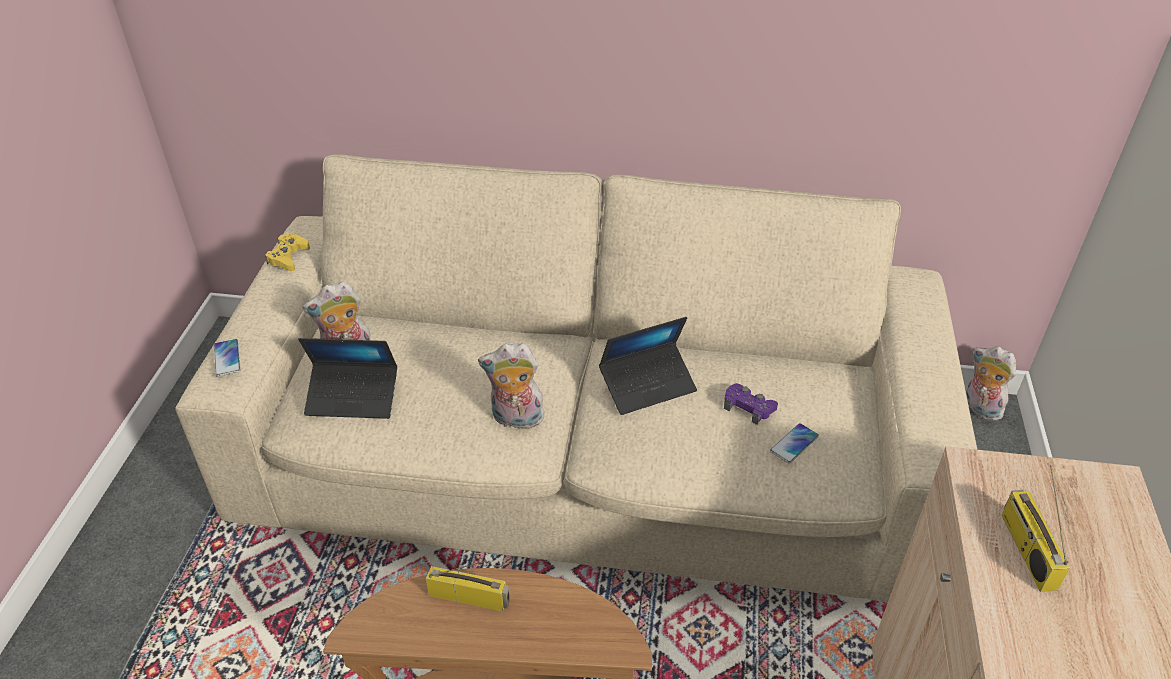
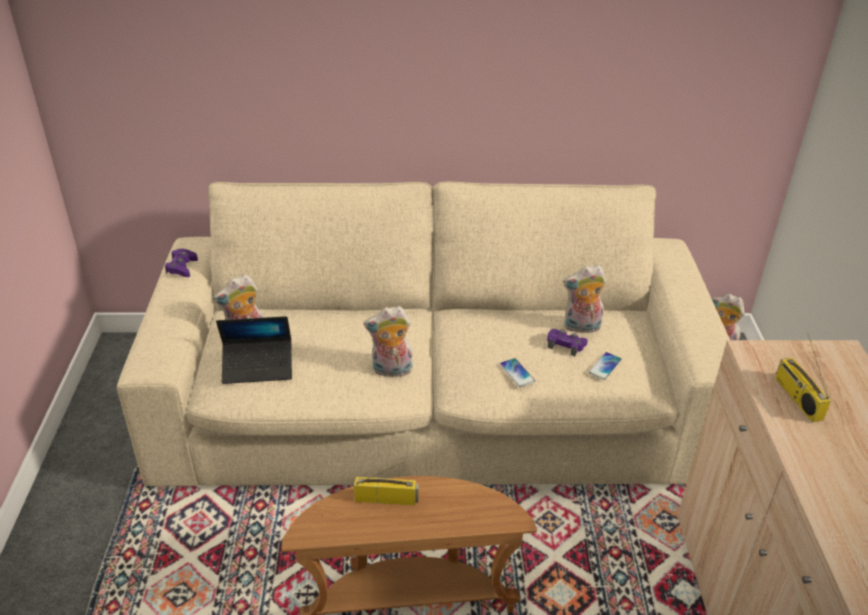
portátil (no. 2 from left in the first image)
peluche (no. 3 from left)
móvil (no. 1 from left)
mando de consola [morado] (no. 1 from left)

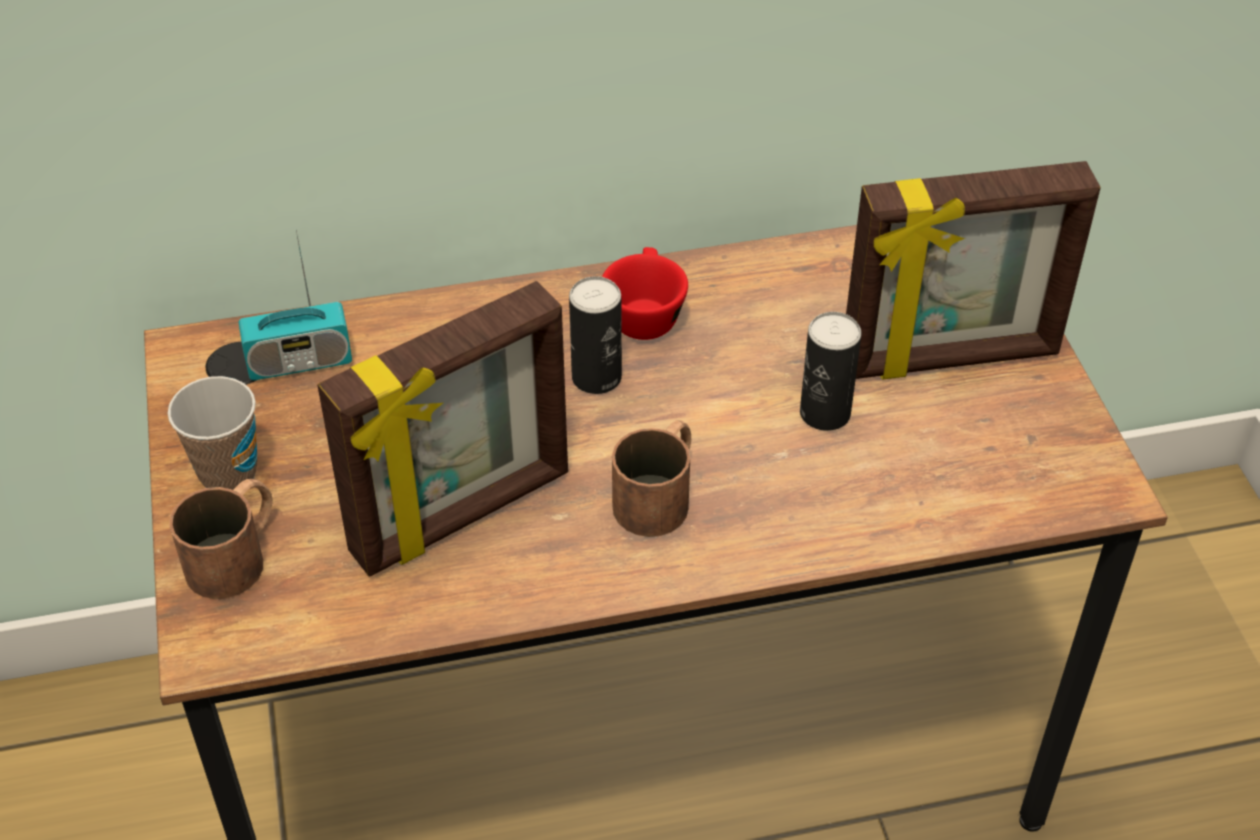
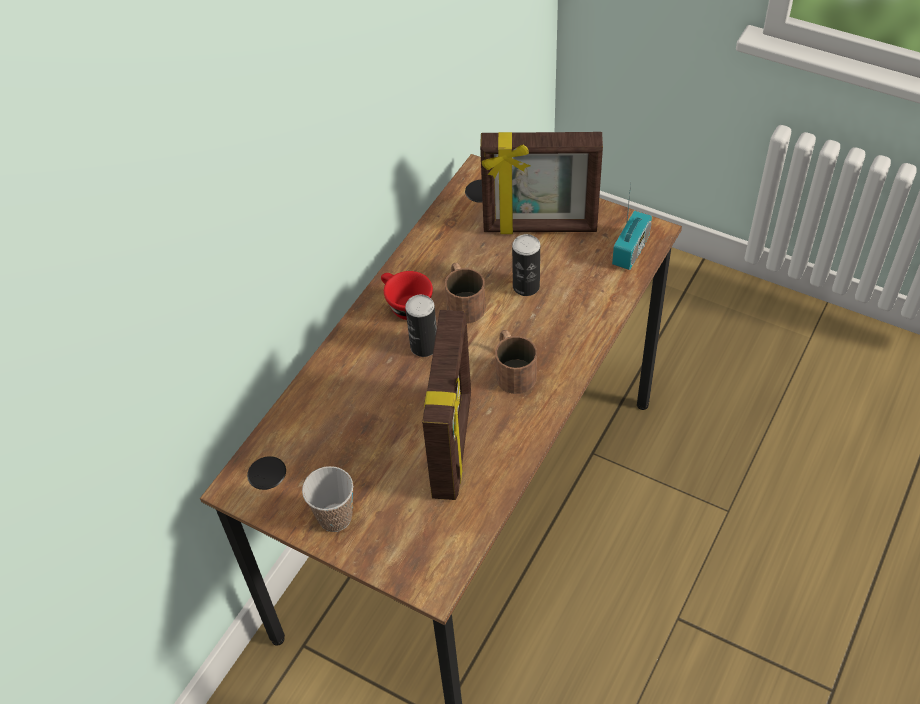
taza grande [marrón] (no. 1 from left)
radio
portarretratos (no. 2 from left)

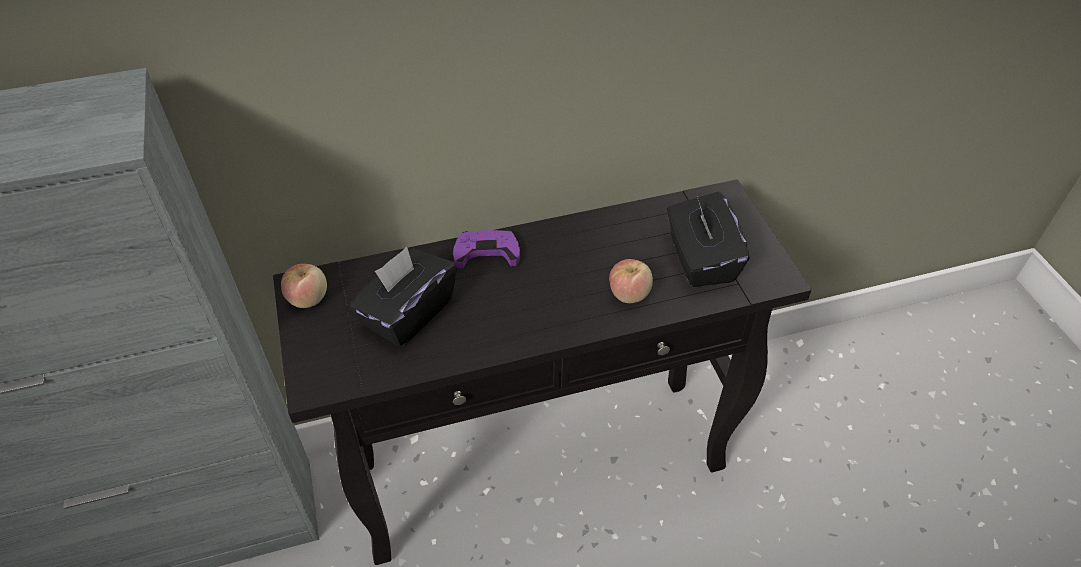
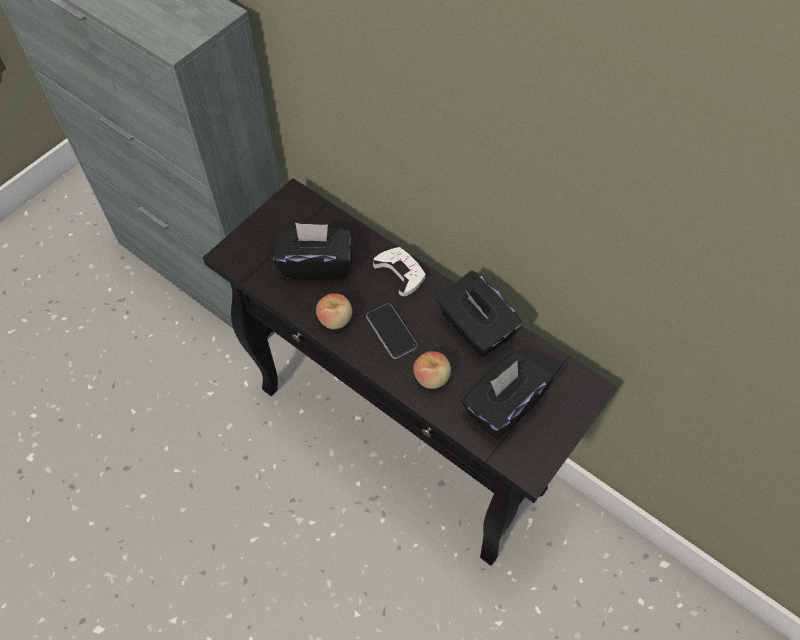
móvil
caja de pañuelos [negro] (no. 2 from left)
manzana (no. 1 from left)
mando de consola [blanco]

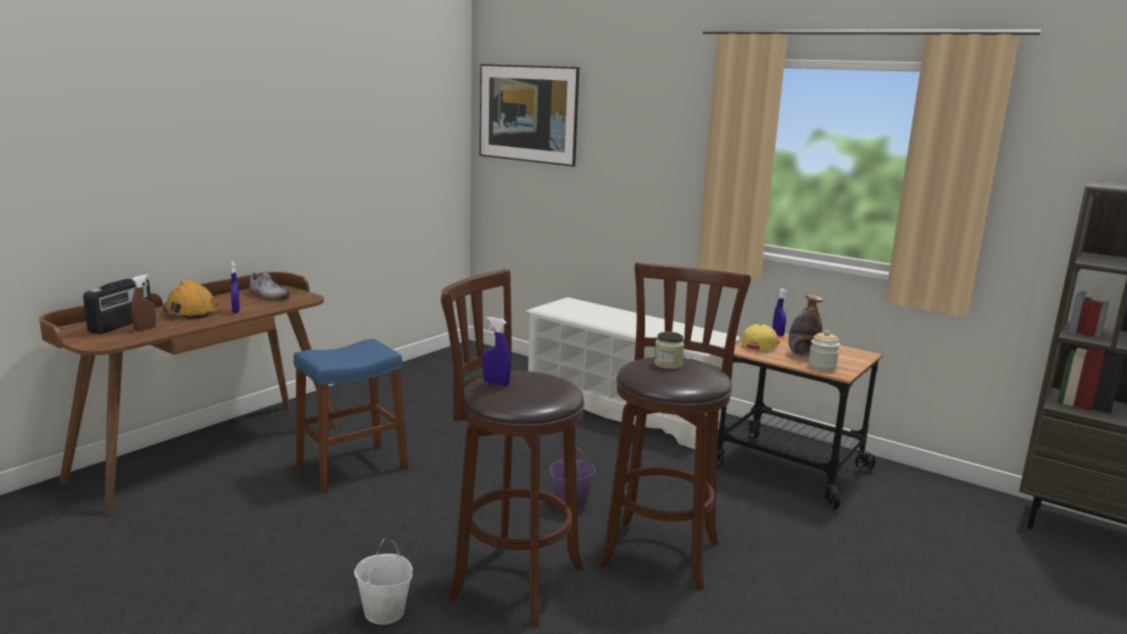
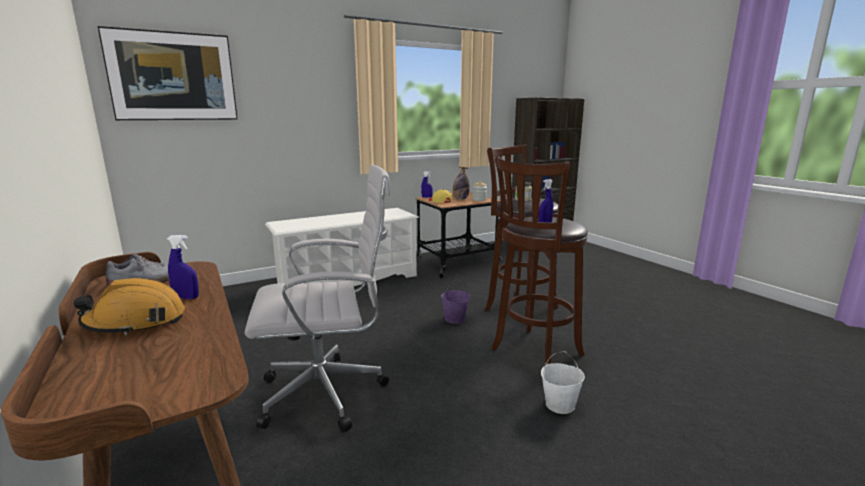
radio
pulverizador [marrón]
silla de oficina [blanco]

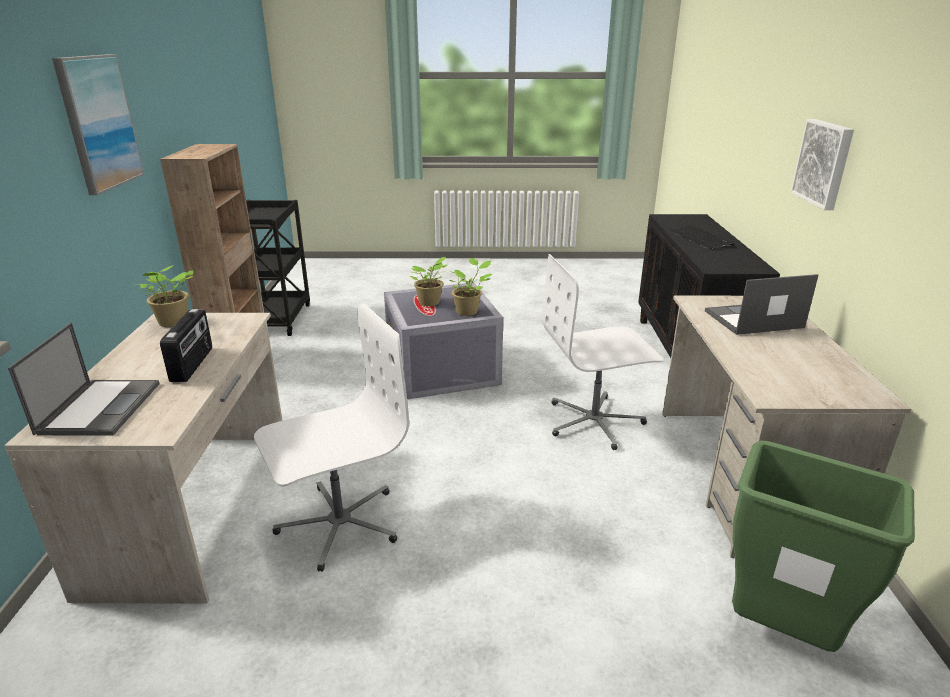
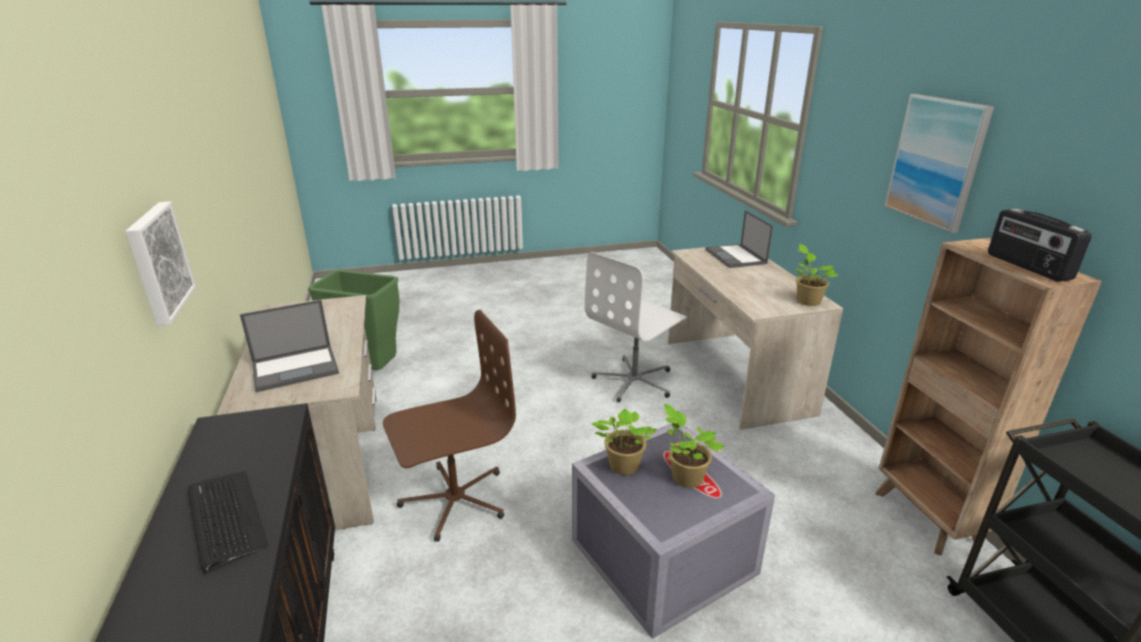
radio
silla de oficina [marrón]

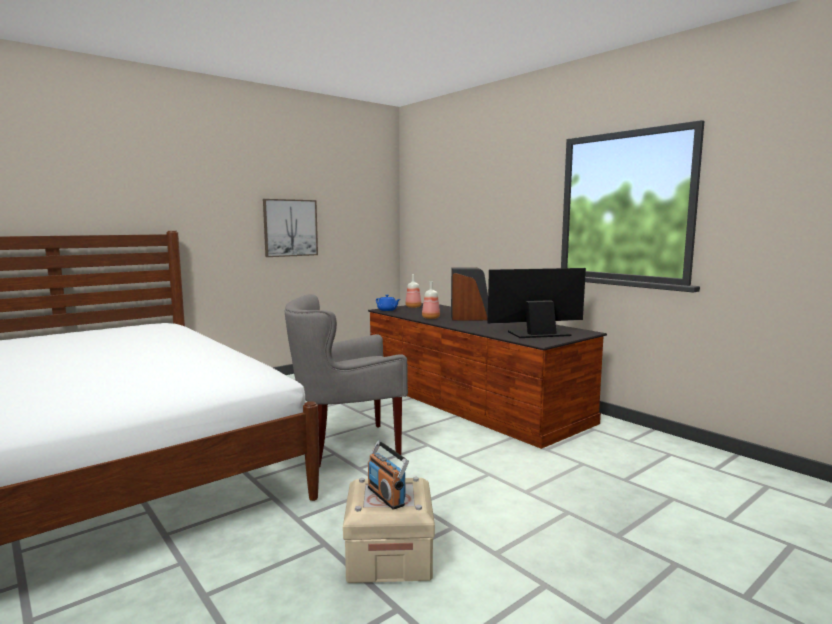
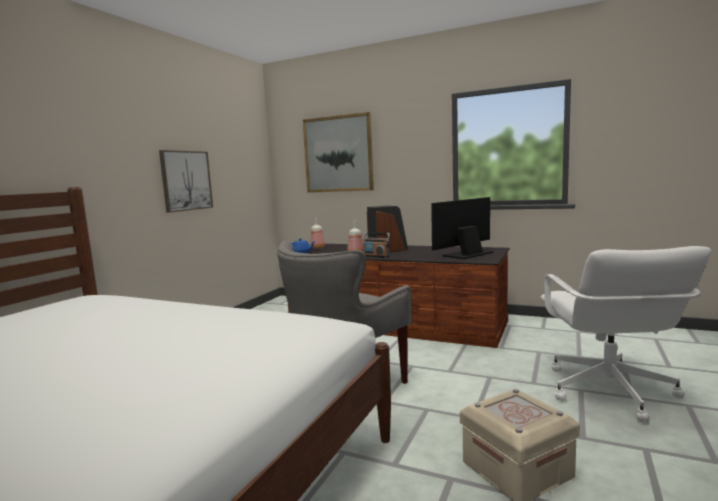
cuadro (no. 2 from left)
silla de oficina [blanco]
radio

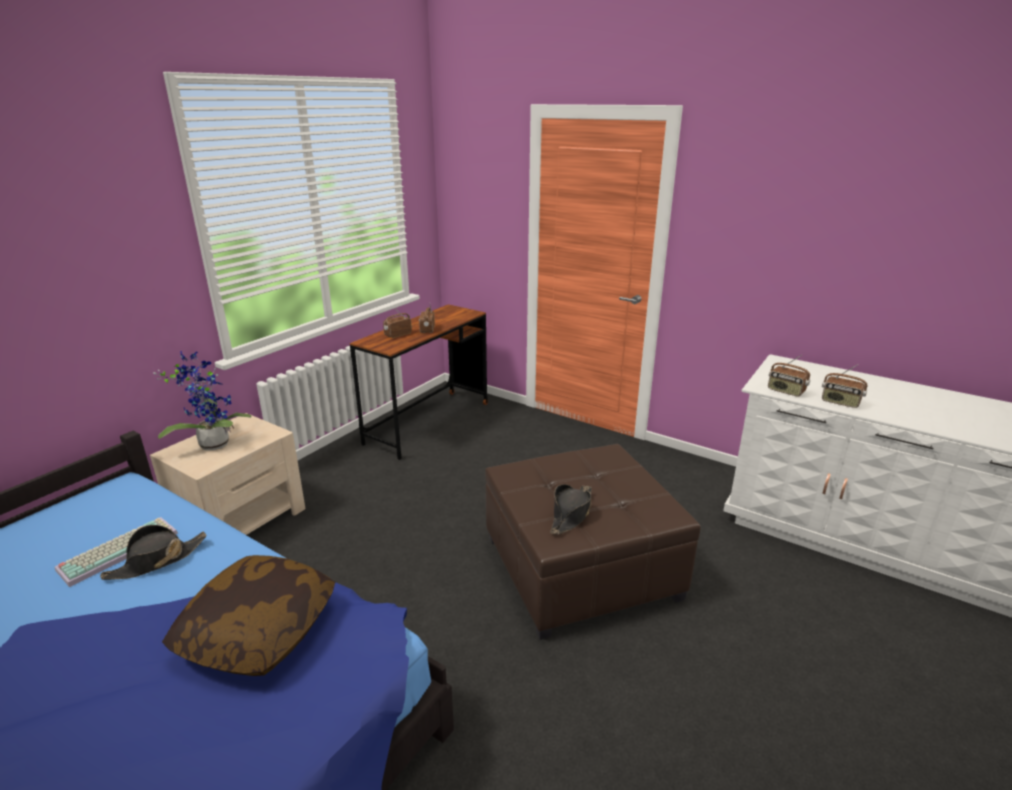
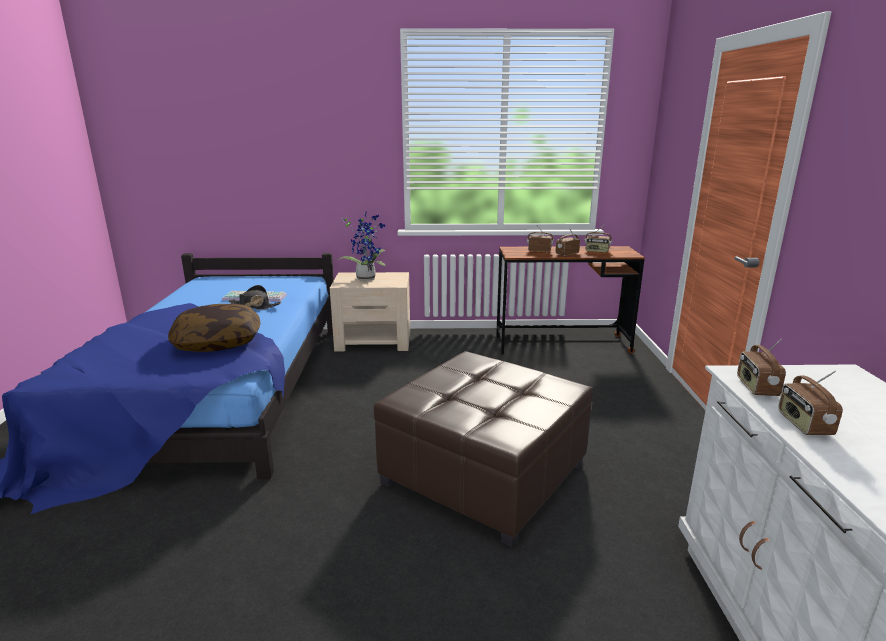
sombrero [negro] (no. 2 from left in the first image)
radio (no. 3 from left)

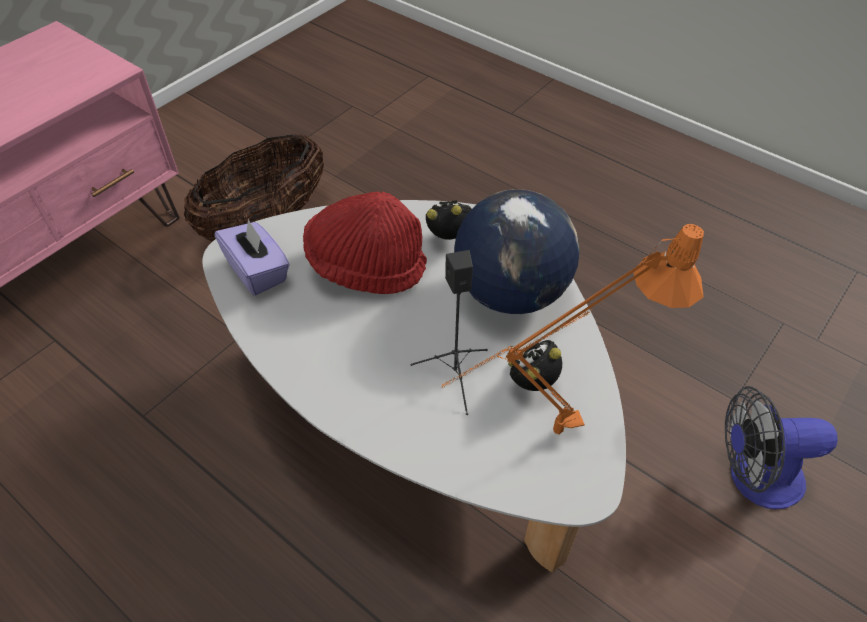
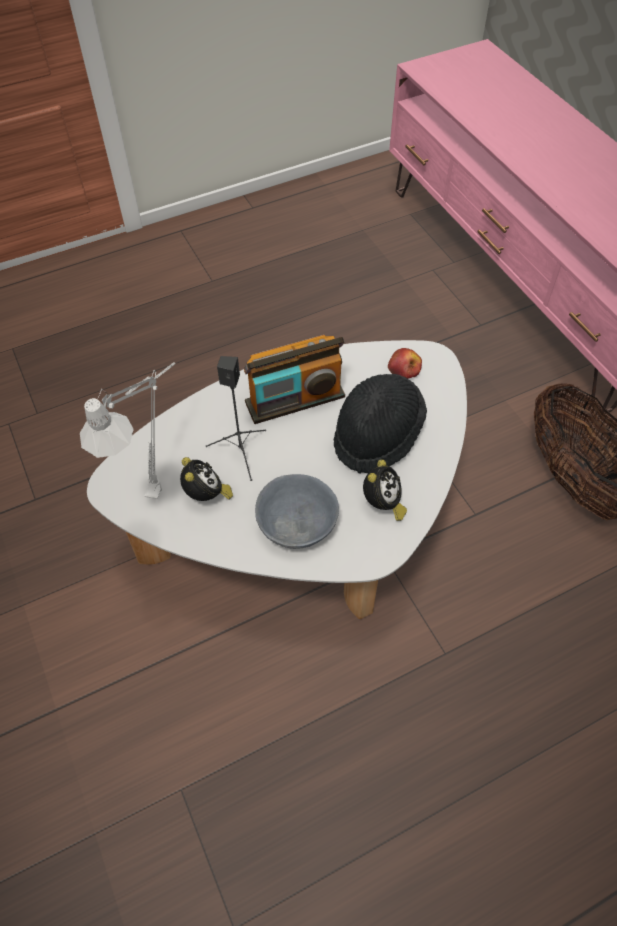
ventilador
radio
manzana
cuenco [gris]
sombrero [negro]
lámpara de mesa [gris]

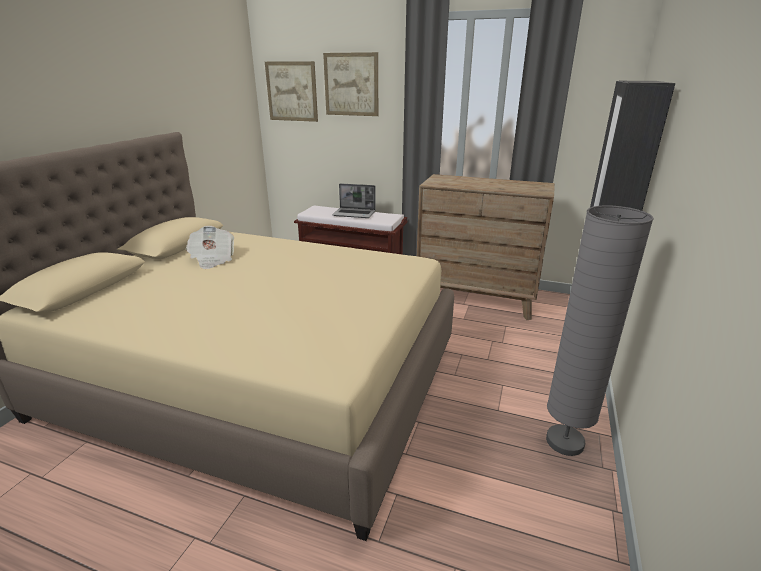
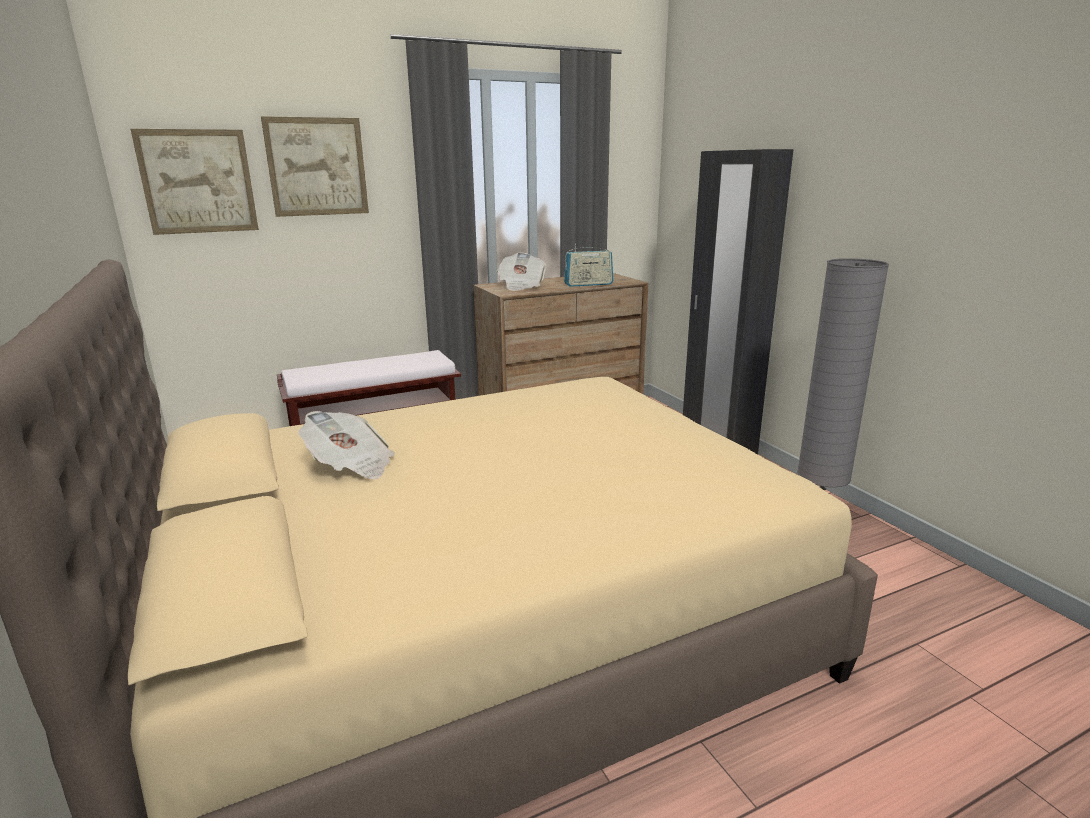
portátil
periódico (no. 2 from left)
radio

